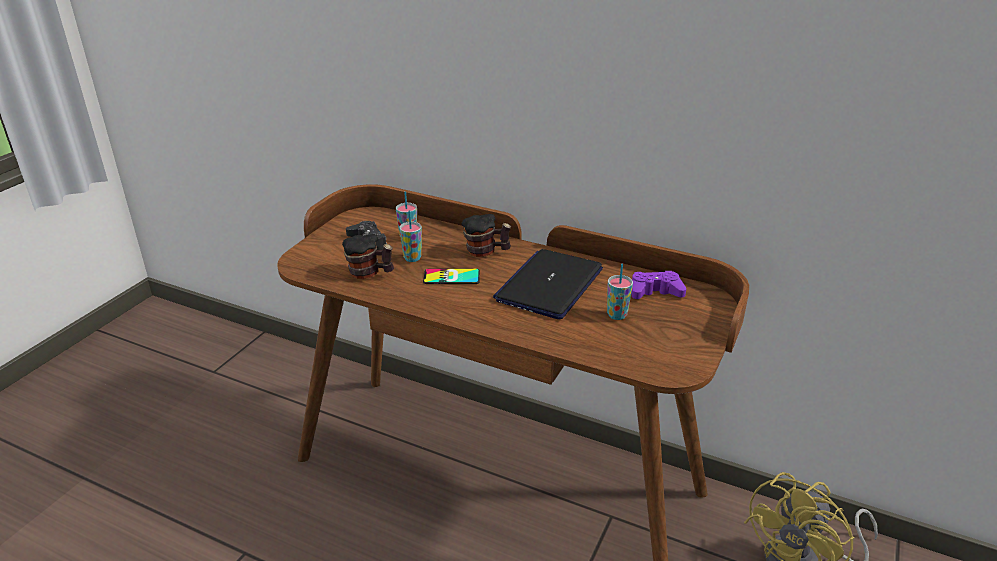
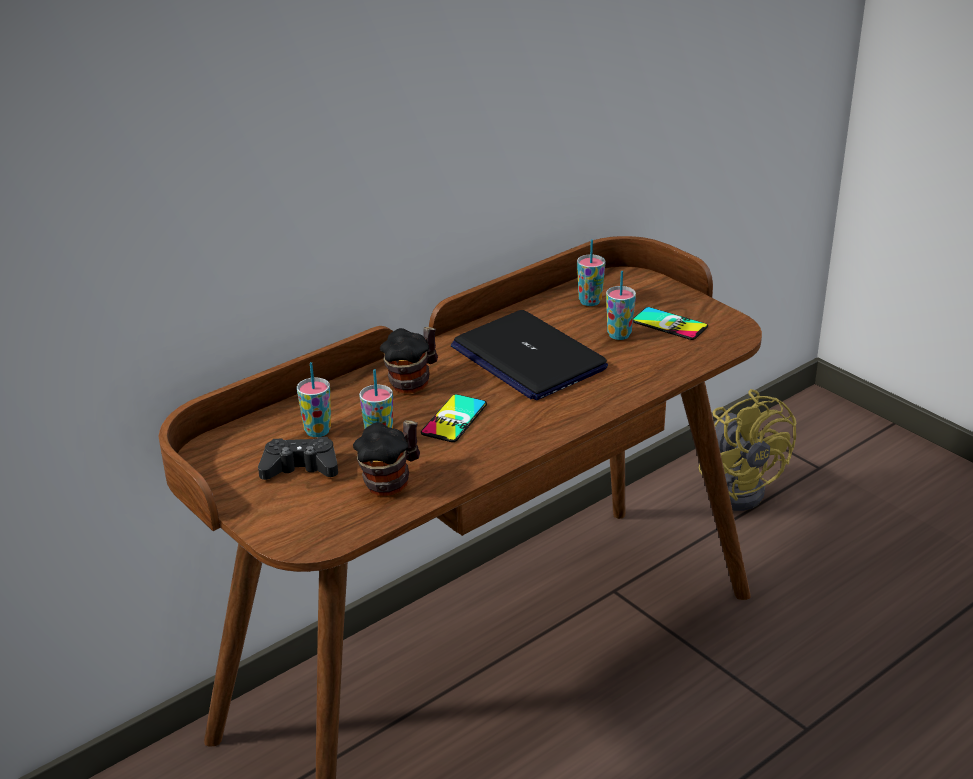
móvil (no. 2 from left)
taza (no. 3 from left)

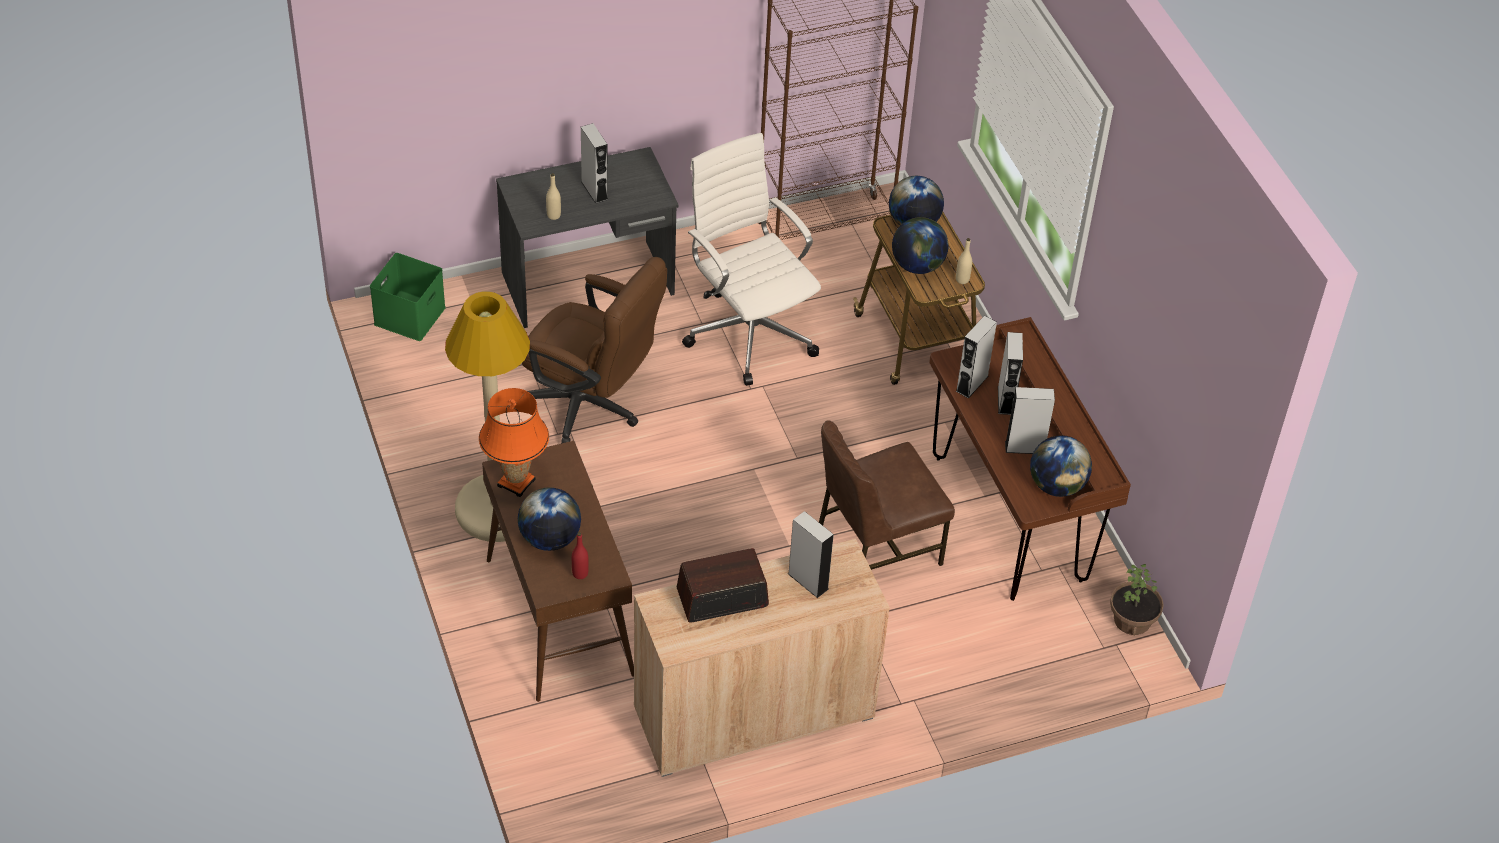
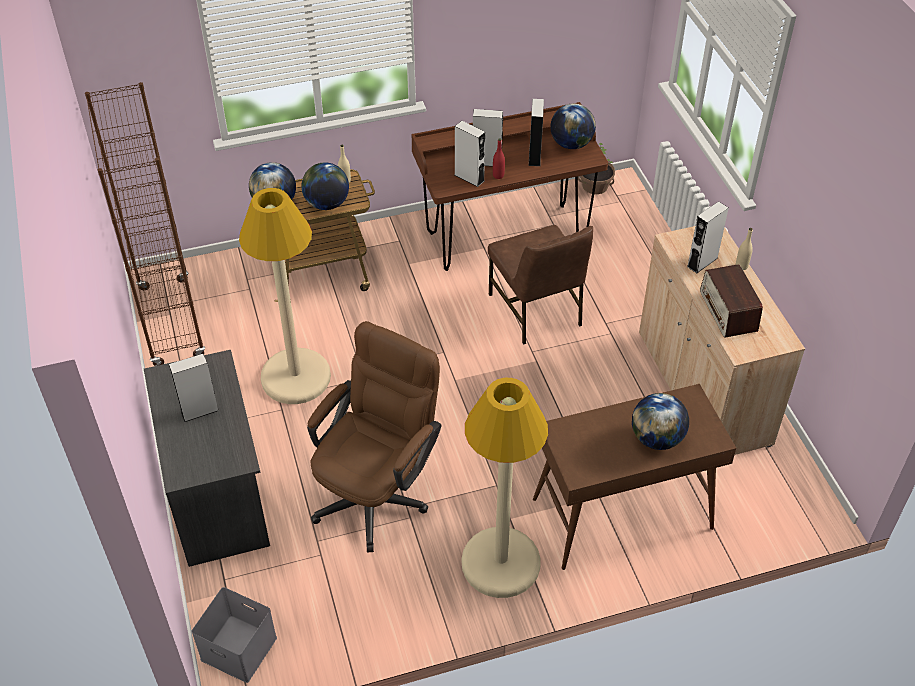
lámpara de mesa [naranja]
botella [beis] (no. 2 from left)
botella [rojo]
lámpara de pie [beis] (no. 1 from left)
caja de almacenaje [gris]

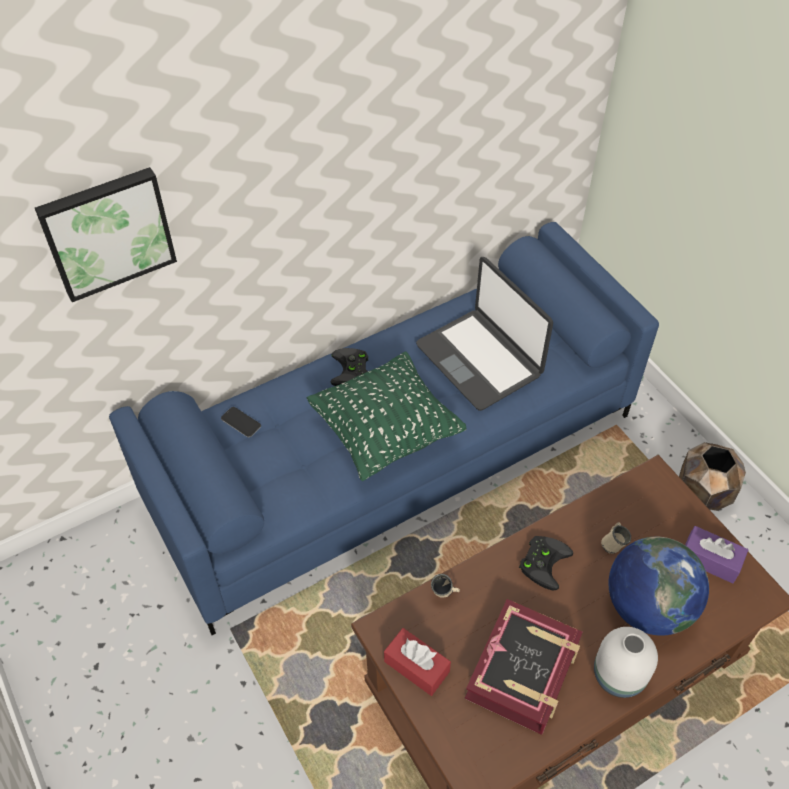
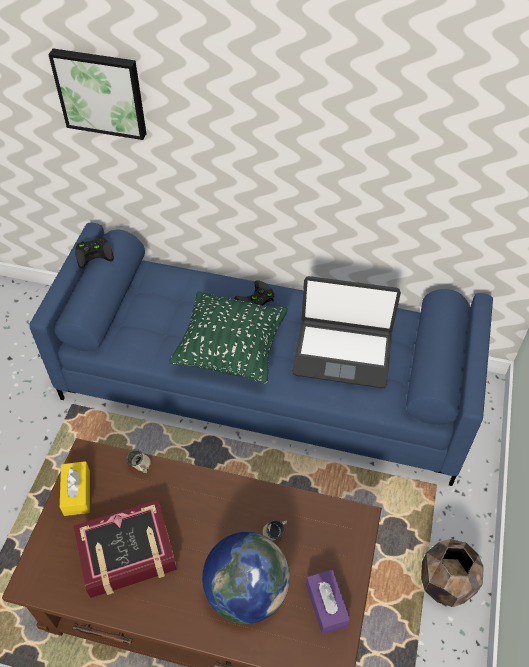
móvil
florero [blanco]
mando de consola [negro] (no. 1 from left)
caja de pañuelos [amarillo]
portátil

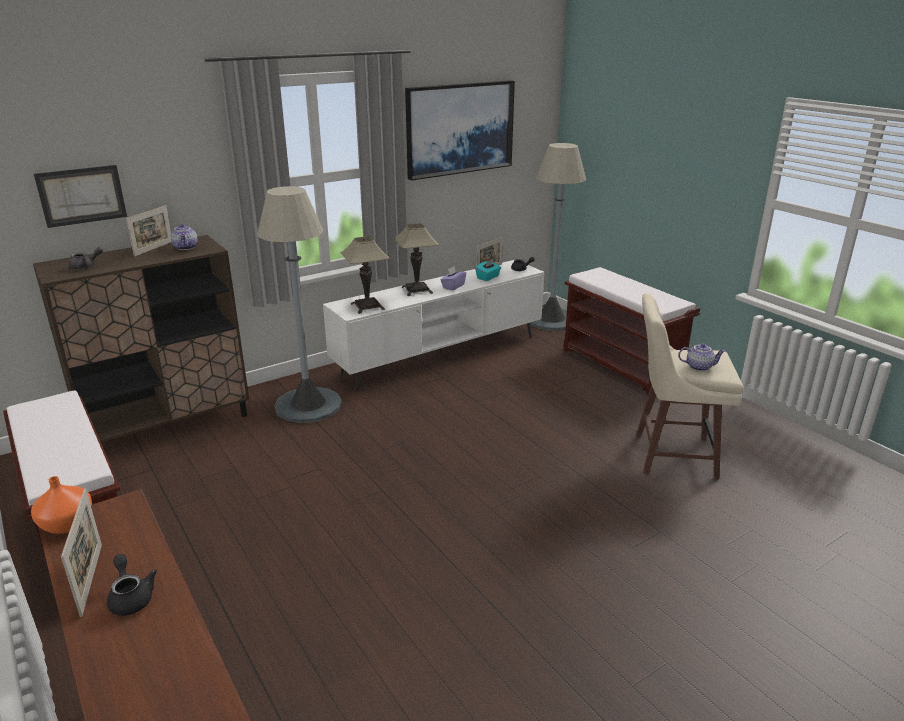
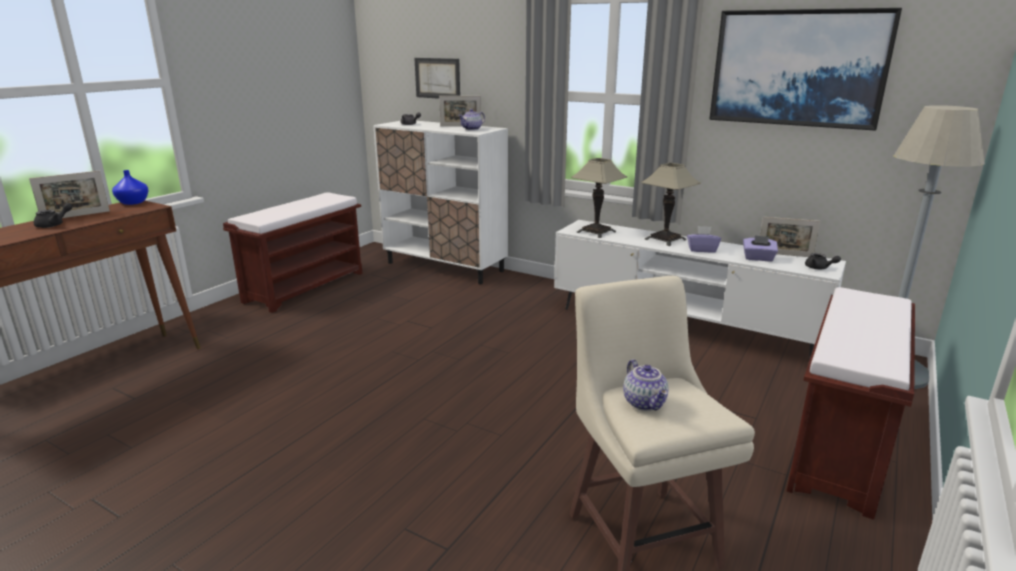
lámpara de pie [gris] (no. 1 from left in the first image)
florero [azul]
armario [blanco]
caja de pañuelos [morado] (no. 2 from left)

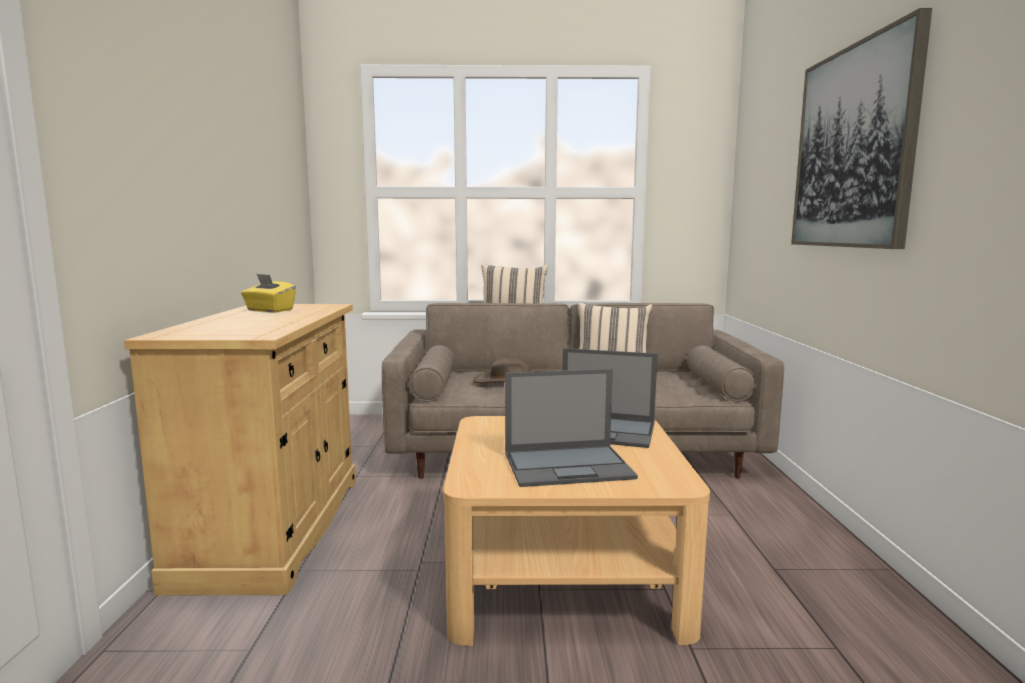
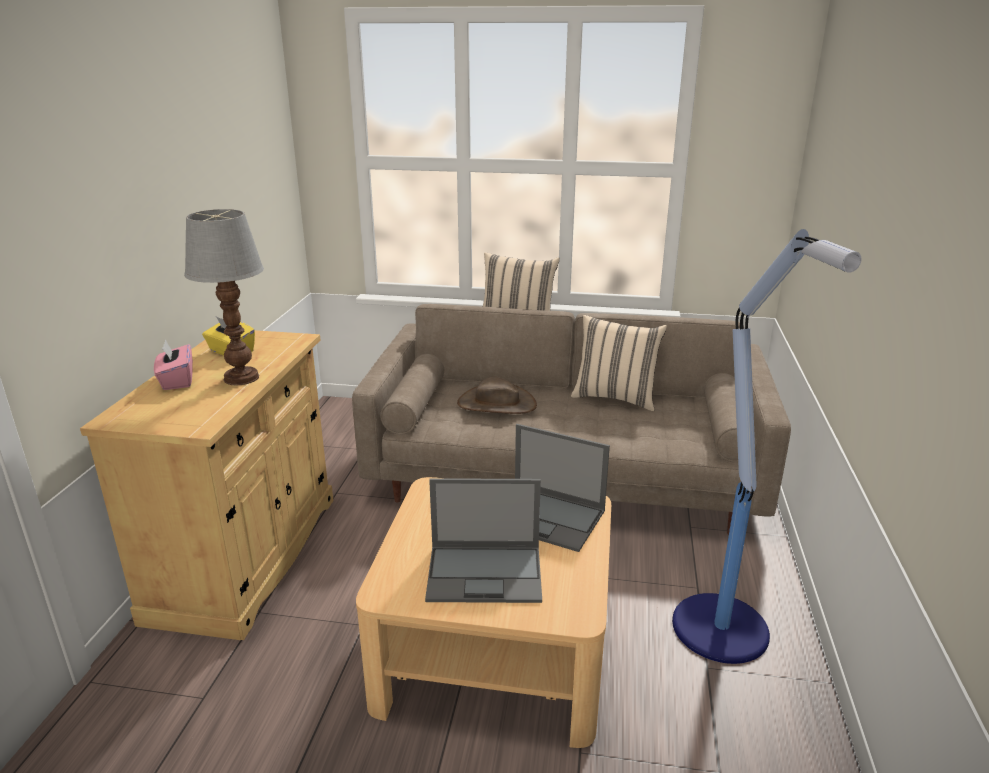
cuadro
caja de pañuelos [rosa]
lámpara de mesa
lámpara de pie

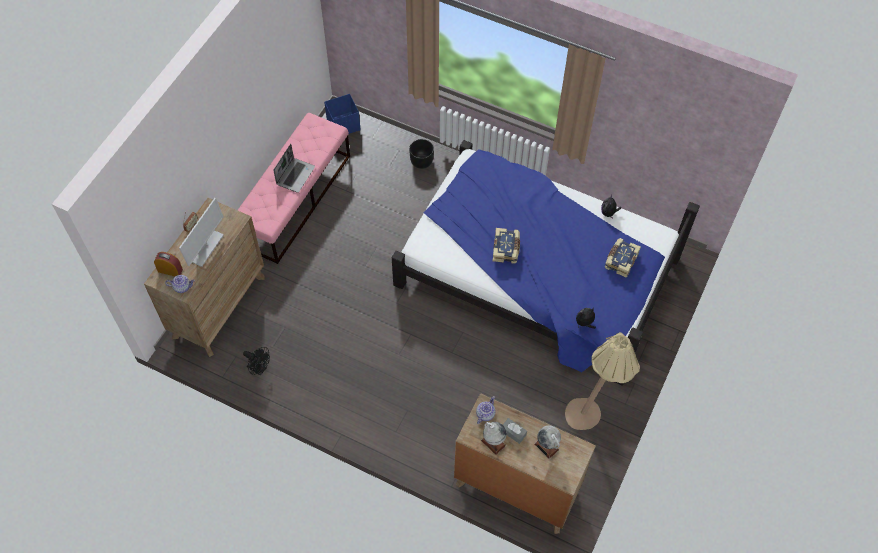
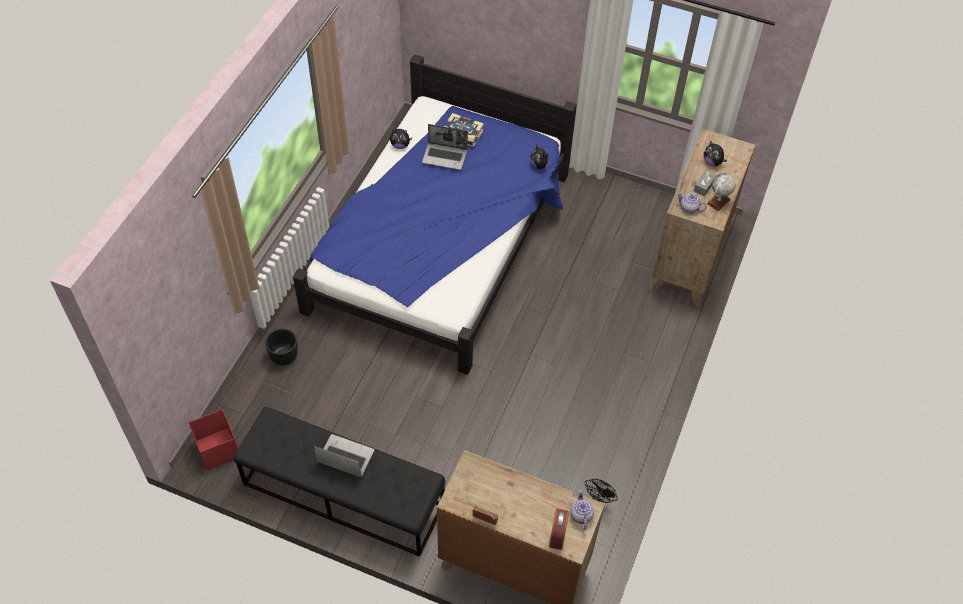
monitor
libro (no. 1 from left in the first image)
lámpara de pie [beis]
portátil (no. 2 from left)
peluche (no. 3 from left)
banco [negro]
caja de almacenaje [rojo]

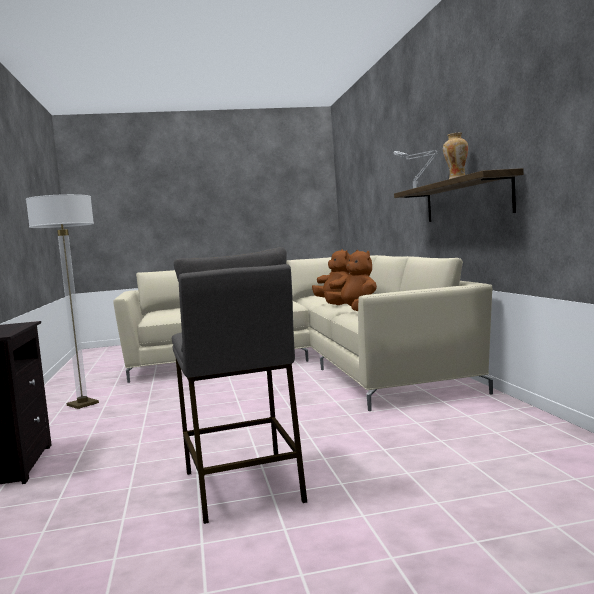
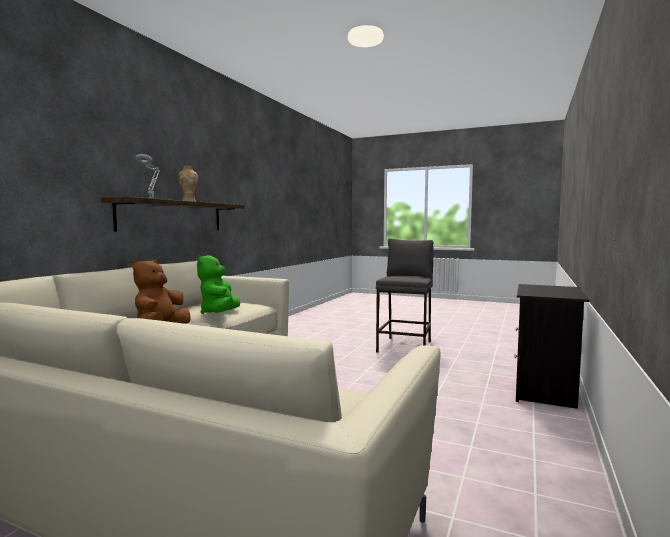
lámpara de pie
peluche [verde]

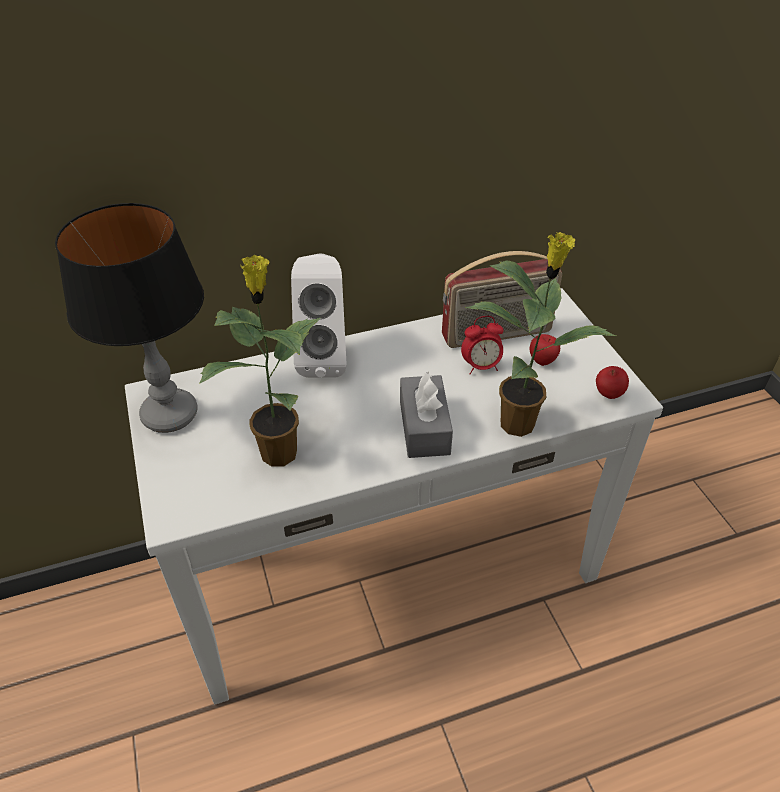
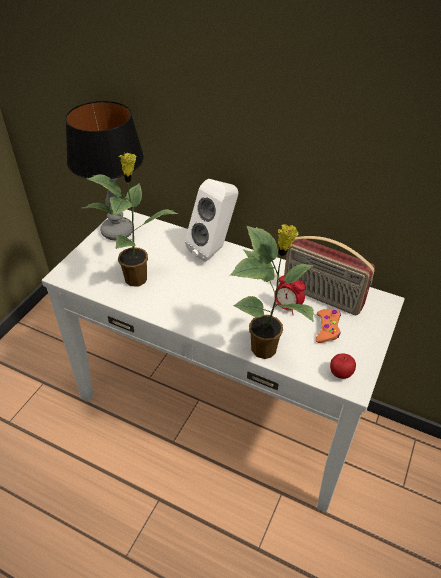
caja de pañuelos [gris]
mando de consola [naranja]

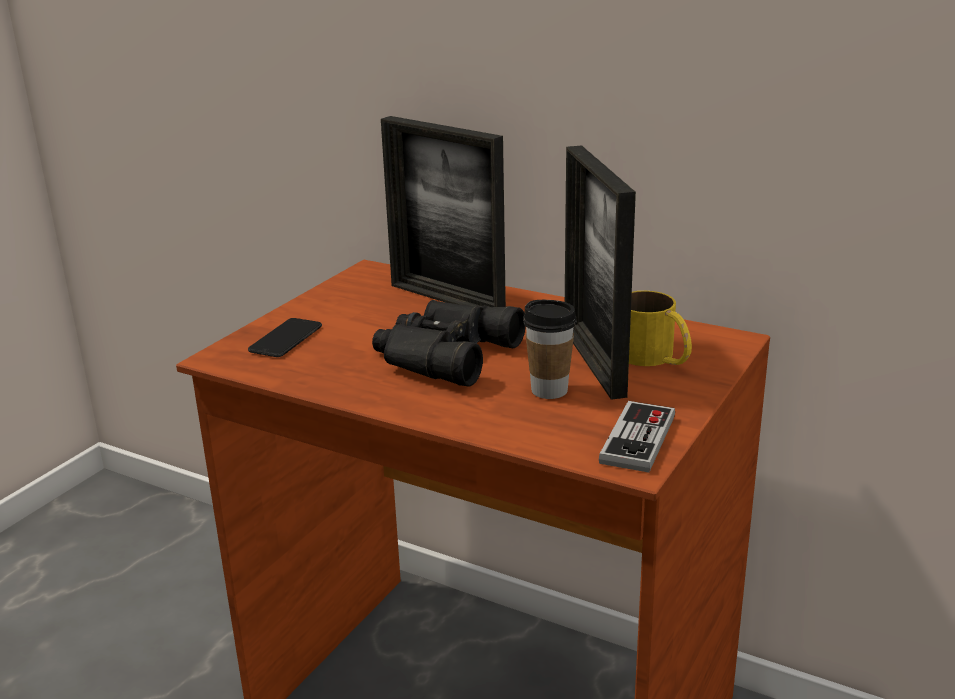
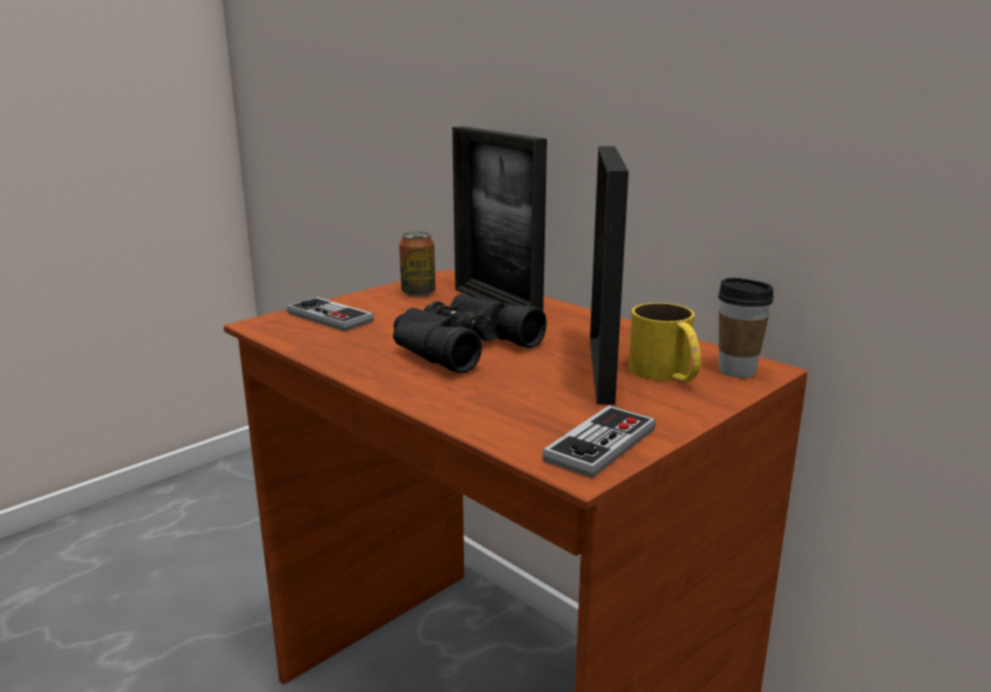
lata
taza
mando de consola (no. 1 from left)

